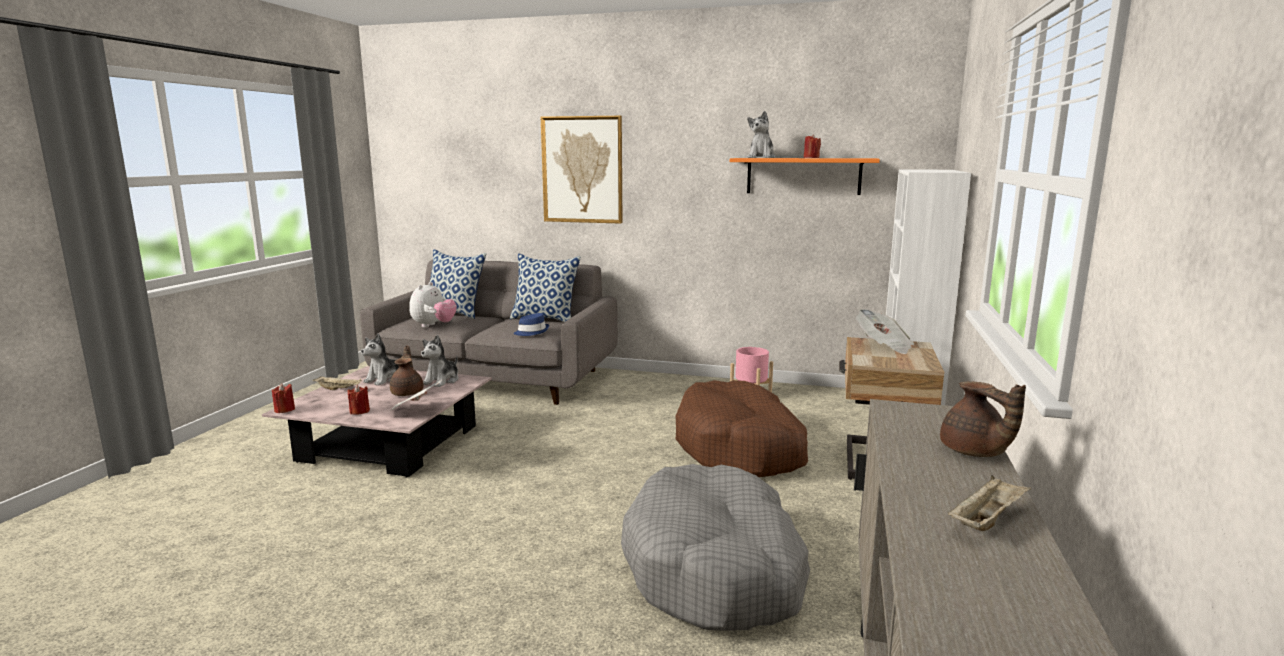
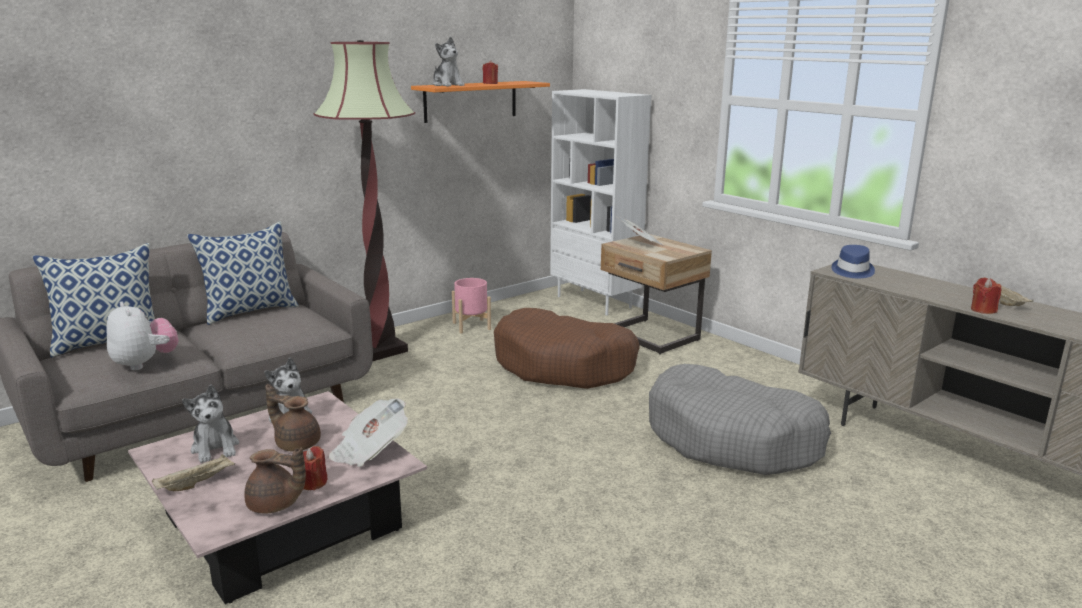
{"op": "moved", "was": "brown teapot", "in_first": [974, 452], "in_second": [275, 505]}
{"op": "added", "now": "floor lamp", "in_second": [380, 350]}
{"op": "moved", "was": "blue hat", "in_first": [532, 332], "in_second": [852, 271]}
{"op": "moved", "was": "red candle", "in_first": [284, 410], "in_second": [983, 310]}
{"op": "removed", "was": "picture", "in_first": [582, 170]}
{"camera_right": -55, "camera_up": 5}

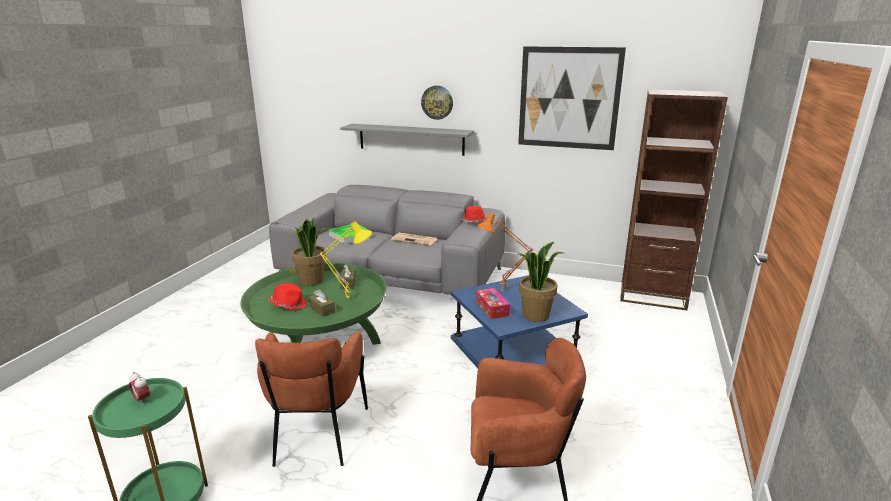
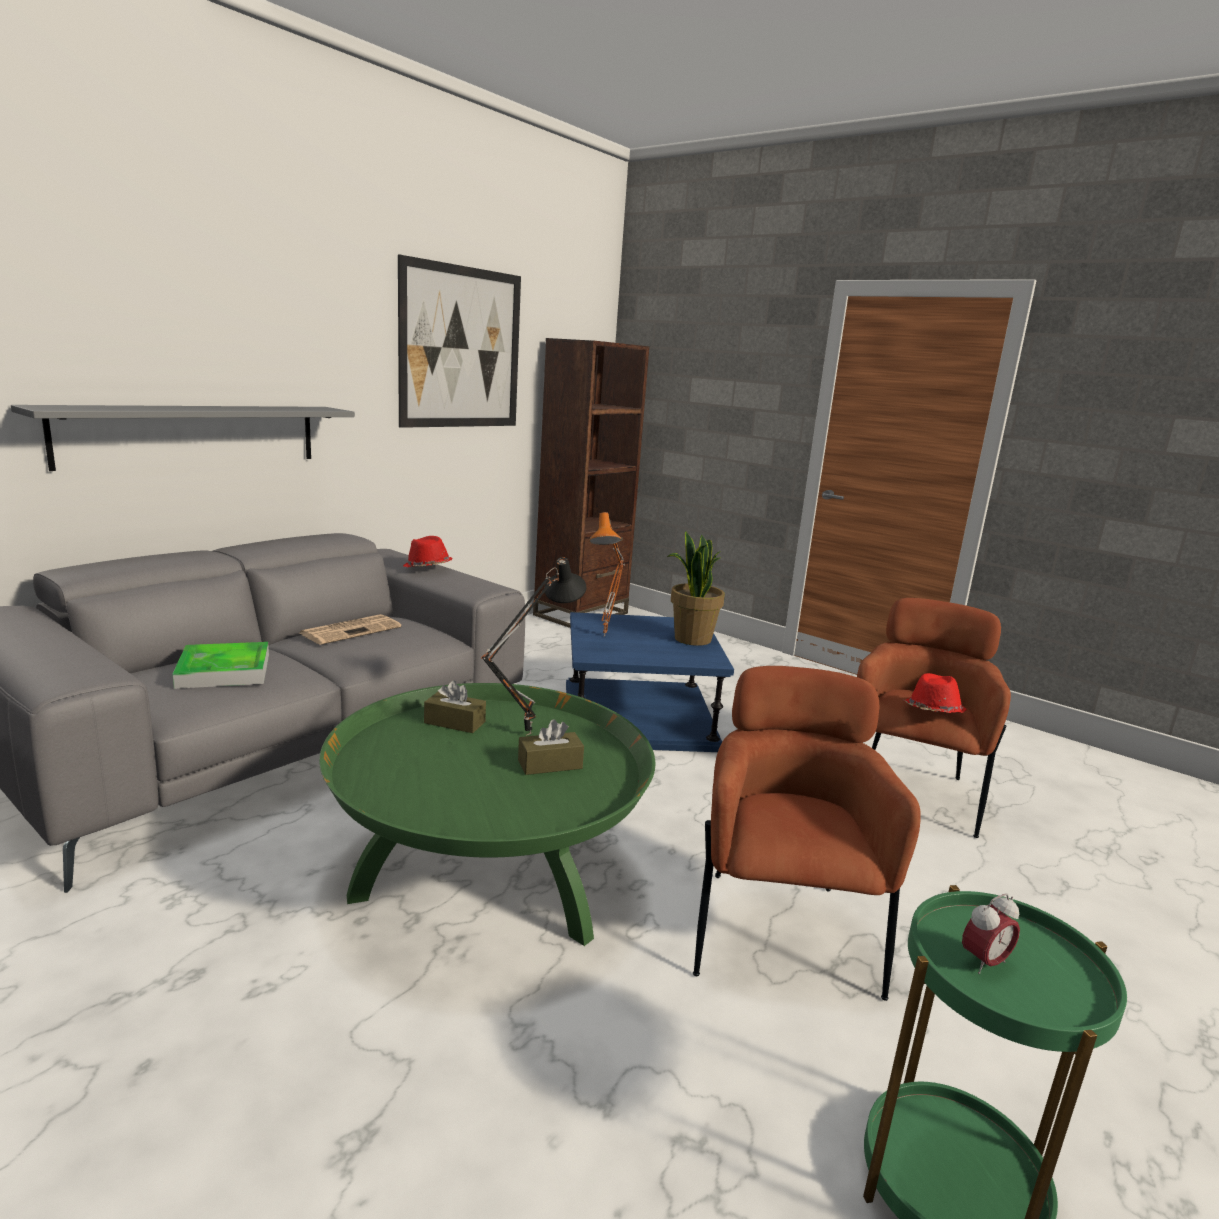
{"op": "recoloured", "was": "yellow table lamp", "now": "black table lamp", "in_first": [349, 298], "in_second": [526, 733]}
{"op": "turned", "was": "brown armchair", "in_first": [316, 435], "in_second": [780, 931], "clockwise": -105}
{"op": "moved", "was": "red hat", "in_first": [288, 304], "in_second": [933, 712]}
{"op": "removed", "was": "potted plant", "in_first": [312, 281]}
{"op": "removed", "was": "wall clock", "in_first": [437, 102]}
{"op": "removed", "was": "tissue box", "in_first": [492, 308]}
{"camera_right": -70, "camera_up": -5}

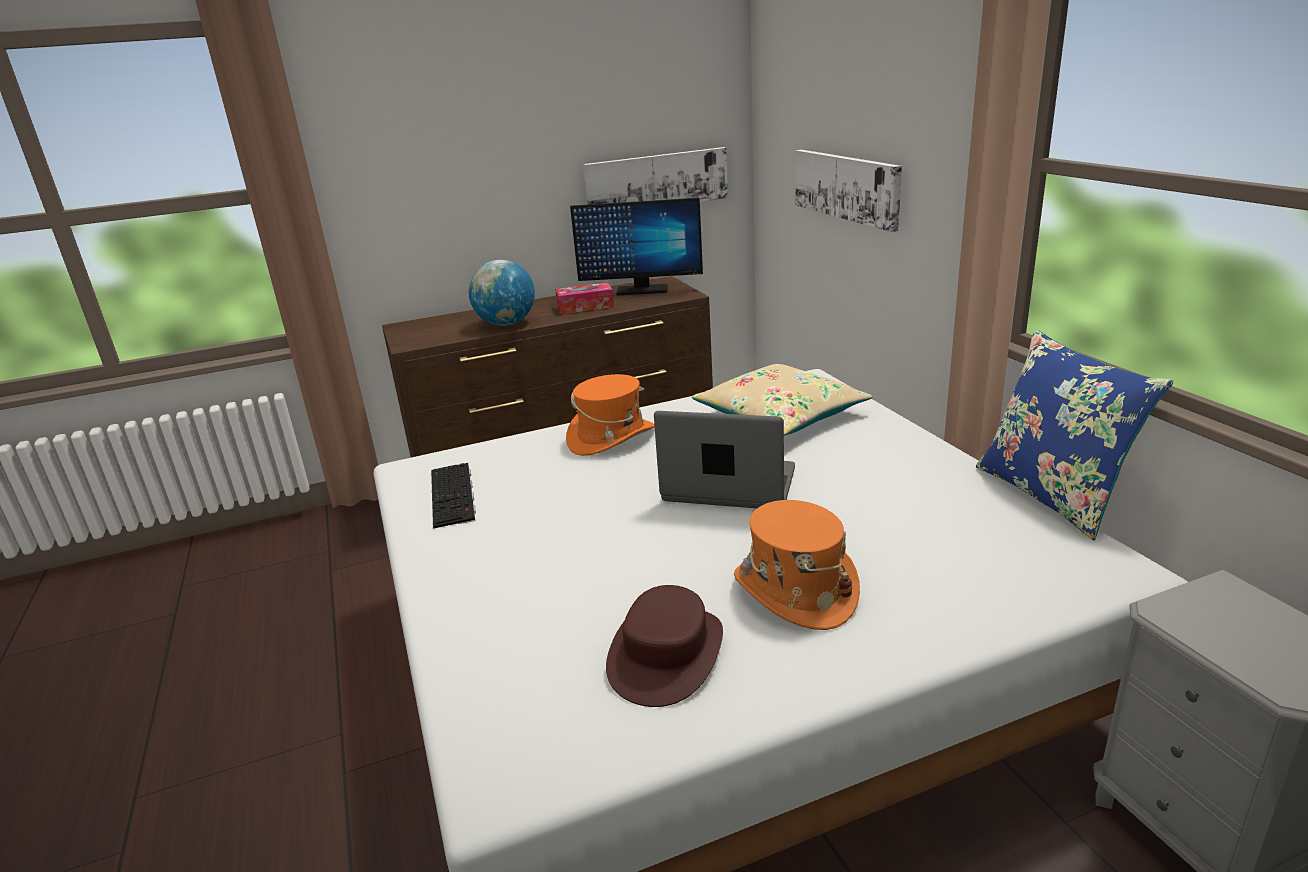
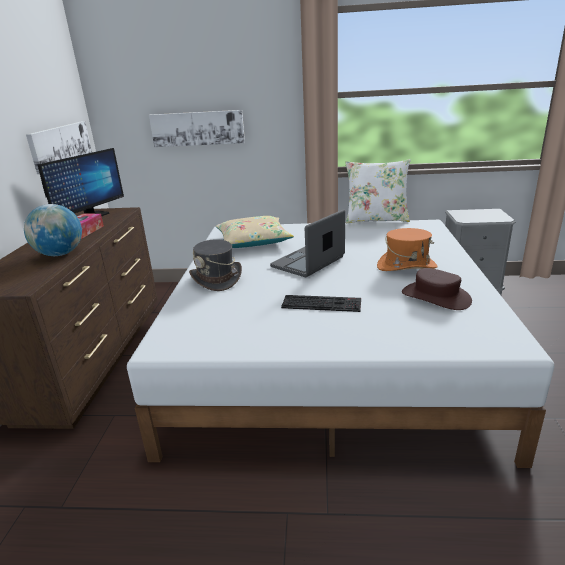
{"op": "recoloured", "was": "orange hat", "now": "grey hat", "in_first": [611, 437], "in_second": [217, 279]}
{"op": "moved", "was": "keyboard", "in_first": [454, 495], "in_second": [322, 303]}
{"op": "recoloured", "was": "blue pillow", "now": "white pillow", "in_first": [1052, 495], "in_second": [376, 219]}
{"camera_right": -65, "camera_up": 0}

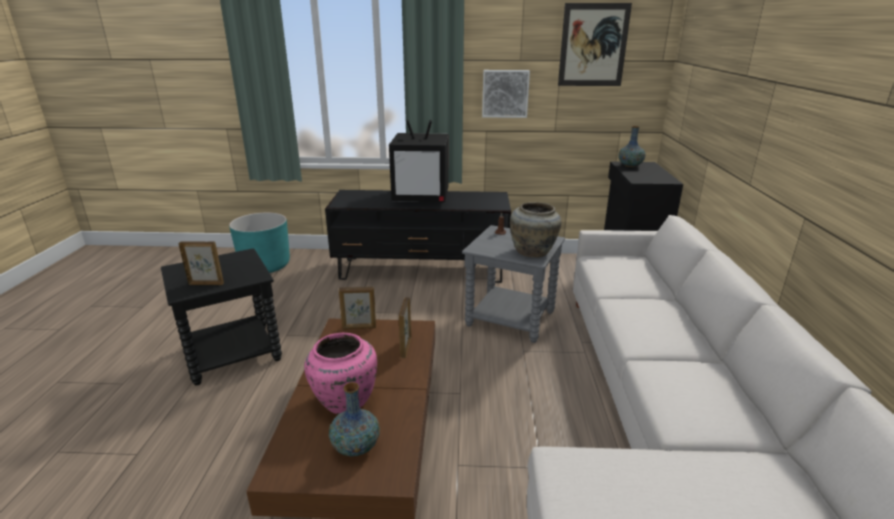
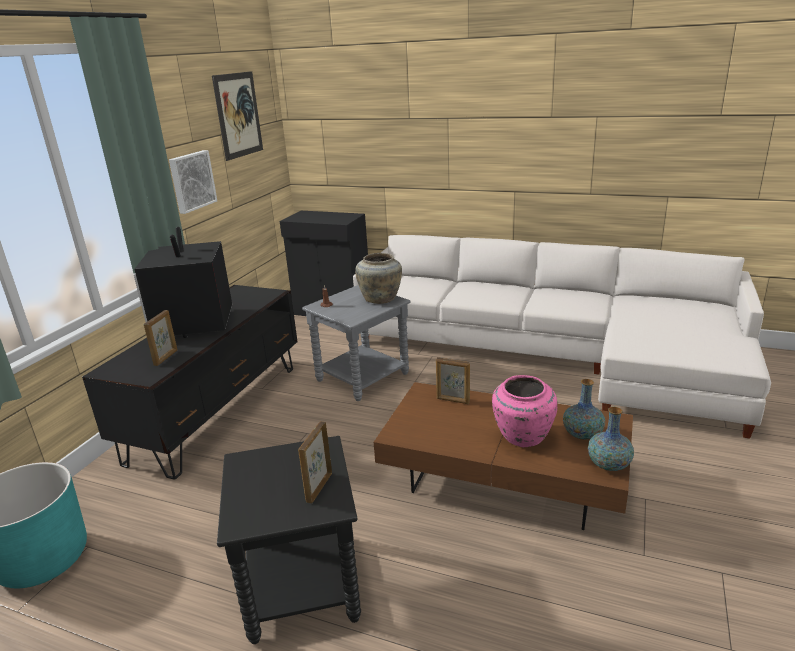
{"op": "turned", "was": "television", "in_first": [422, 197], "in_second": [194, 325], "clockwise": 150}
{"op": "moved", "was": "picture frame", "in_first": [359, 328], "in_second": [166, 358]}
{"op": "moved", "was": "vase", "in_first": [630, 165], "in_second": [608, 465]}
{"camera_right": -70, "camera_up": 0}

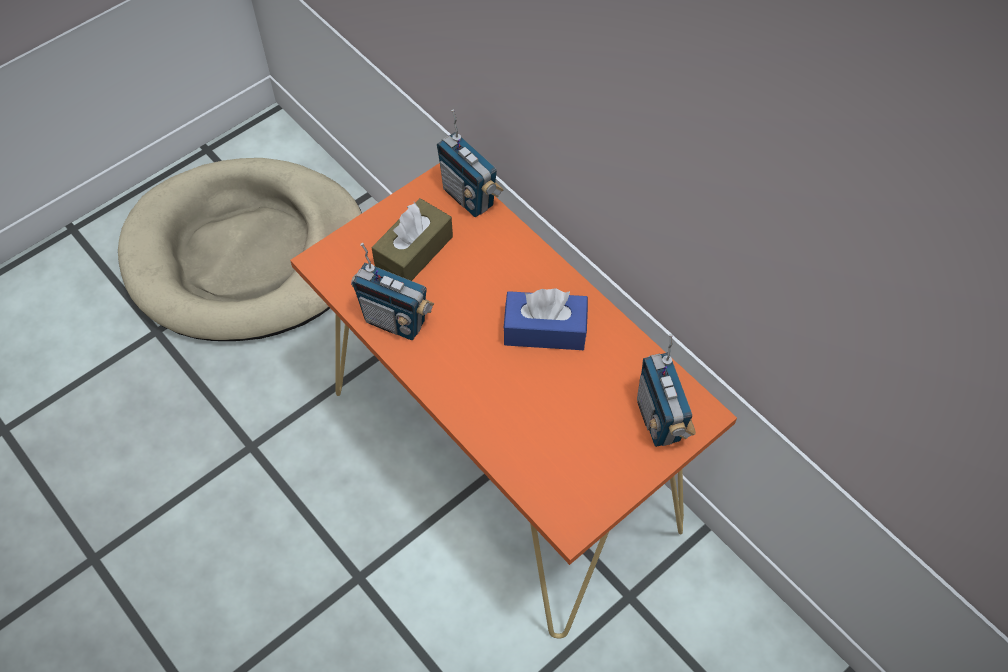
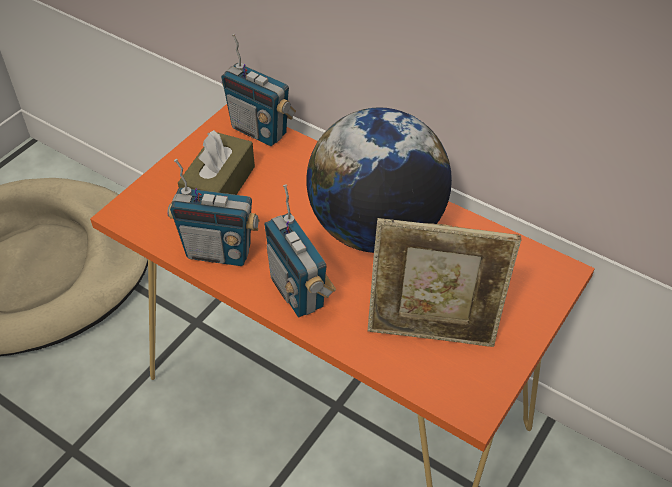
{"op": "moved", "was": "radio", "in_first": [659, 420], "in_second": [298, 292]}
{"op": "replaced", "was": "blue tissue box", "now": "globe", "in_first": [545, 330], "in_second": [375, 229]}
{"op": "added", "now": "picture frame", "in_second": [432, 333]}
{"camera_right": -15, "camera_up": -10}

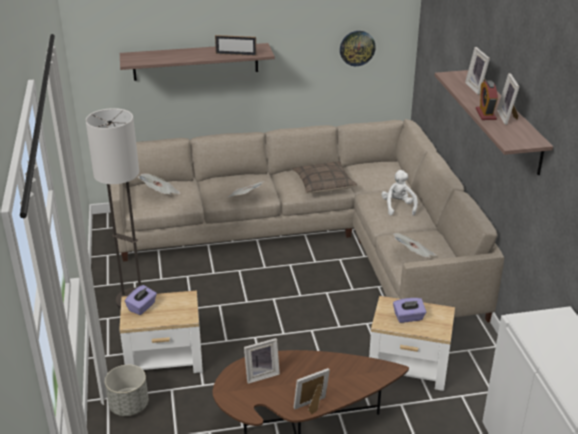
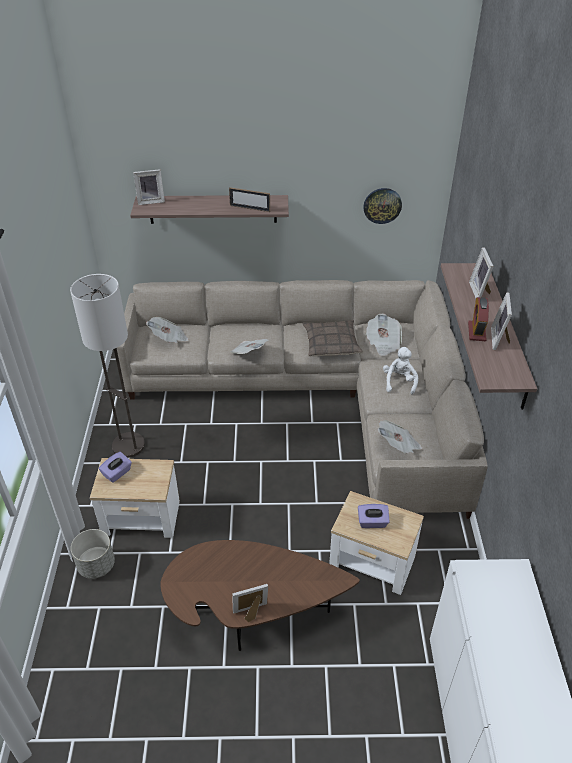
{"op": "moved", "was": "picture frame", "in_first": [261, 374], "in_second": [151, 201]}
{"op": "added", "now": "newspaper", "in_second": [383, 343]}
{"camera_right": 10, "camera_up": 10}

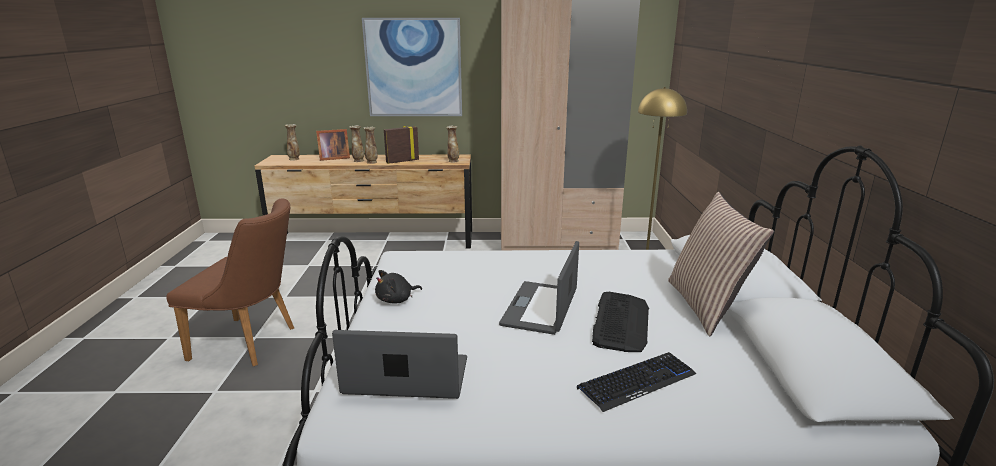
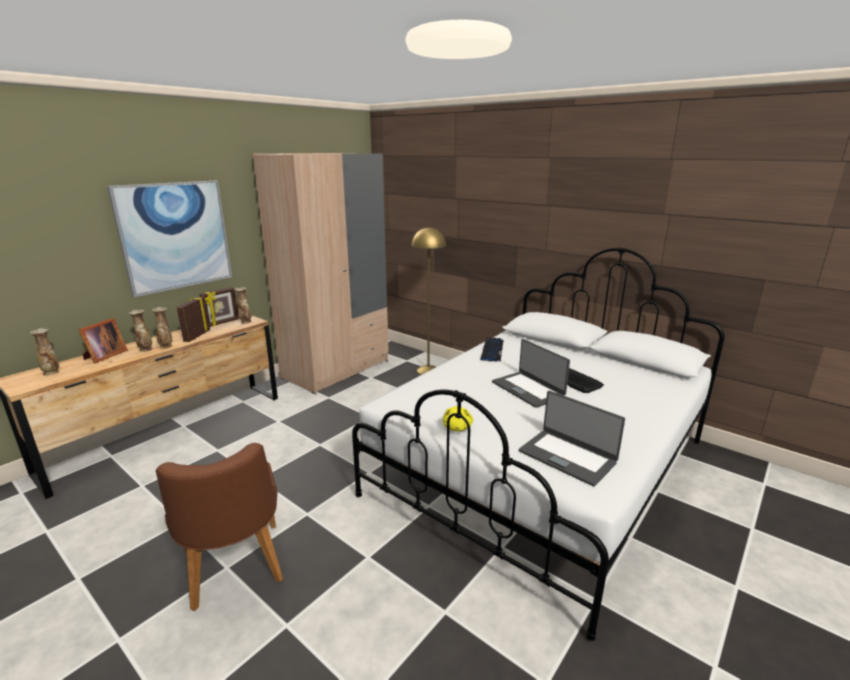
{"op": "turned", "was": "brown chair", "in_first": [252, 343], "in_second": [235, 572], "clockwise": 105}
{"op": "added", "now": "picture frame", "in_second": [222, 323]}
{"op": "recoloured", "was": "black plush toy", "now": "yellow plush toy", "in_first": [396, 300], "in_second": [457, 427]}
{"op": "moved", "was": "keyboard", "in_first": [637, 382], "in_second": [492, 350]}
{"op": "turned", "was": "laptop", "in_first": [406, 378], "in_second": [567, 456], "clockwise": -90}
{"op": "removed", "was": "pillow", "in_first": [706, 306]}
{"camera_right": -50, "camera_up": 0}

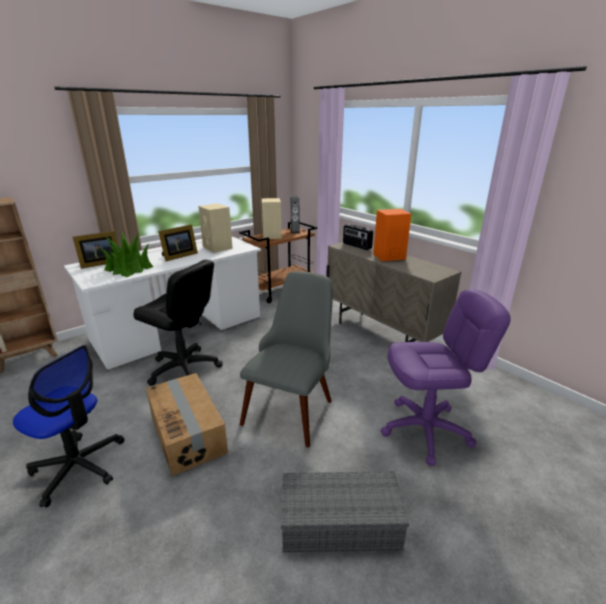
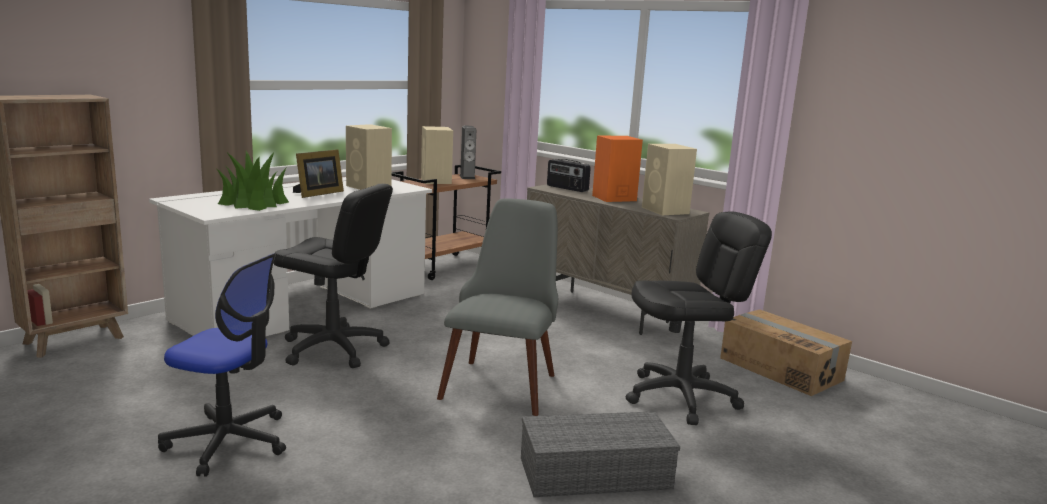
{"op": "recoloured", "was": "purple office chair", "now": "black office chair", "in_first": [425, 430], "in_second": [681, 397]}
{"op": "added", "now": "beige speaker", "in_second": [666, 211]}
{"op": "moved", "was": "cardboard box", "in_first": [188, 433], "in_second": [781, 369]}
{"op": "removed", "was": "picture frame", "in_first": [99, 264]}
{"camera_right": -10, "camera_up": -10}

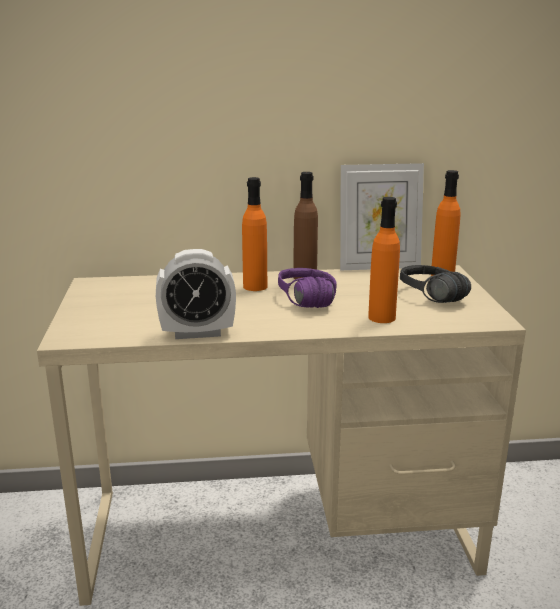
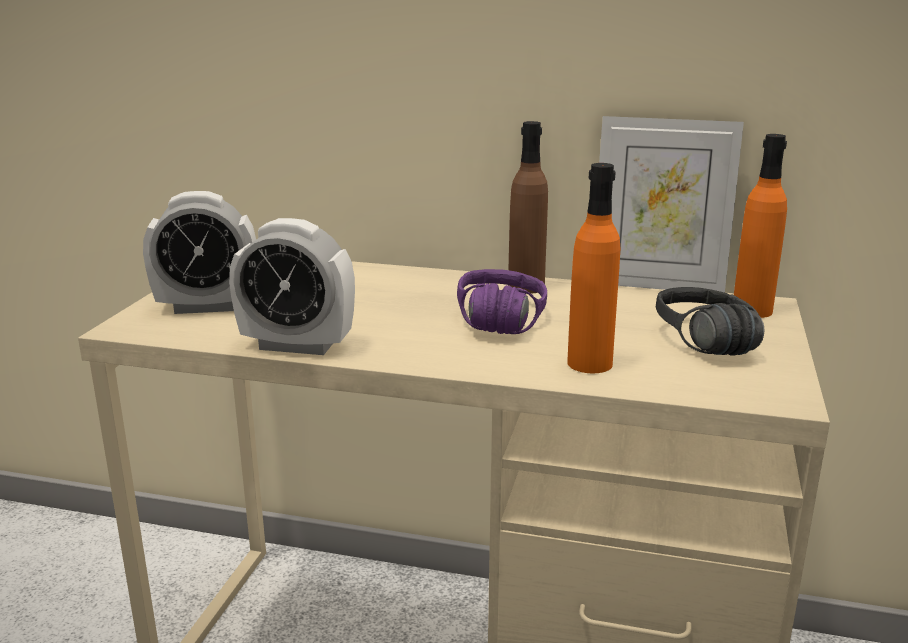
{"op": "added", "now": "alarm clock", "in_second": [207, 306]}
{"op": "removed", "was": "orange bottle", "in_first": [255, 286]}
{"camera_right": 20, "camera_up": 0}

